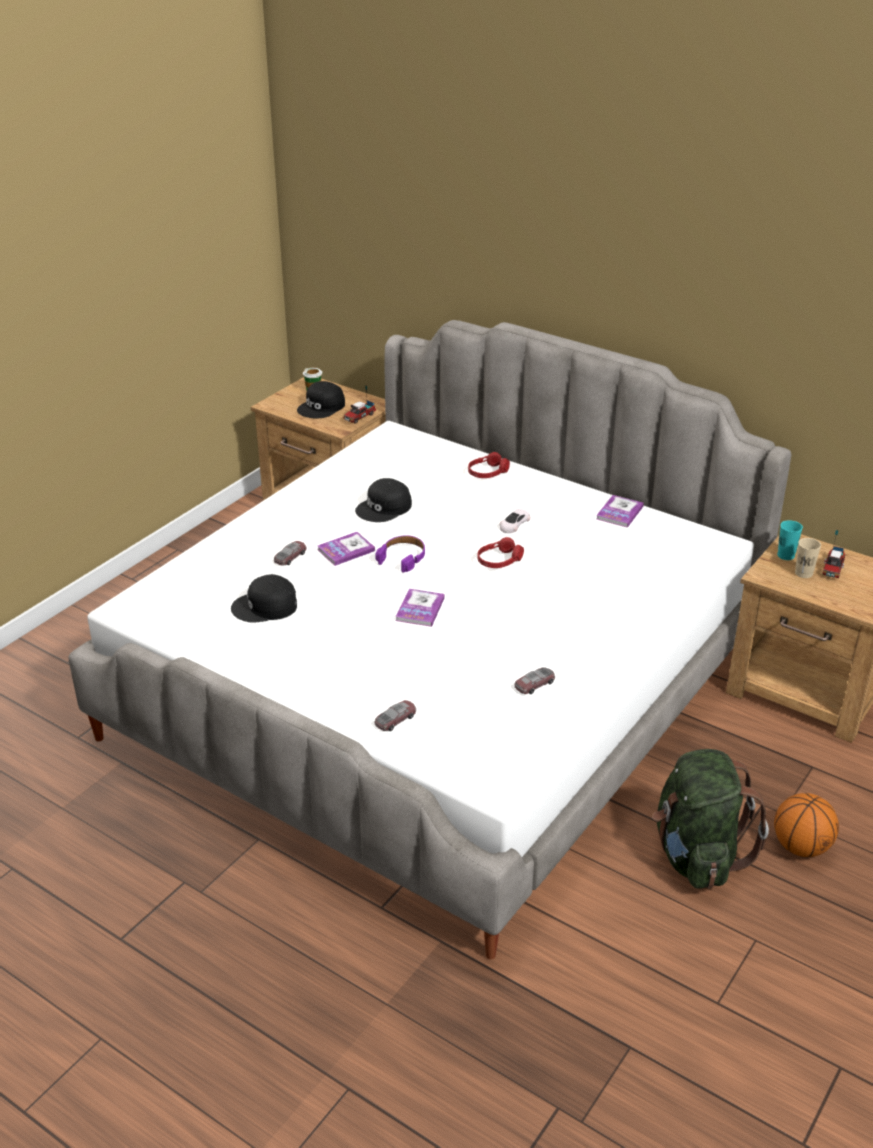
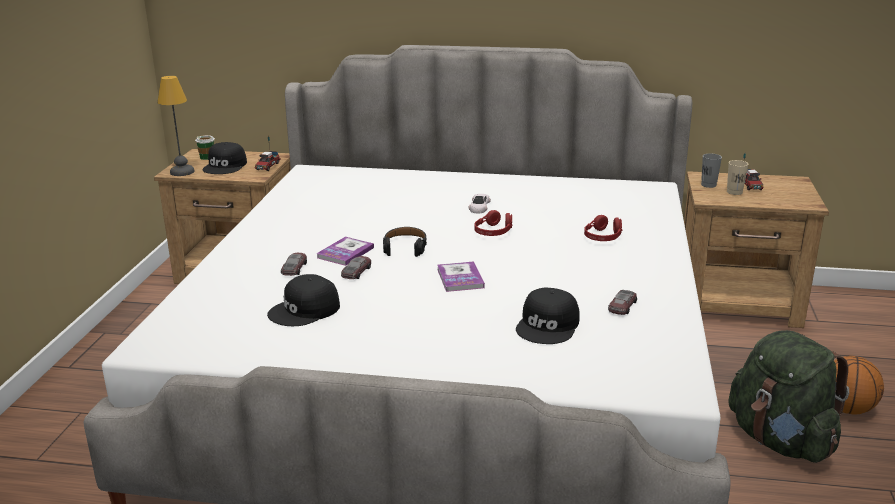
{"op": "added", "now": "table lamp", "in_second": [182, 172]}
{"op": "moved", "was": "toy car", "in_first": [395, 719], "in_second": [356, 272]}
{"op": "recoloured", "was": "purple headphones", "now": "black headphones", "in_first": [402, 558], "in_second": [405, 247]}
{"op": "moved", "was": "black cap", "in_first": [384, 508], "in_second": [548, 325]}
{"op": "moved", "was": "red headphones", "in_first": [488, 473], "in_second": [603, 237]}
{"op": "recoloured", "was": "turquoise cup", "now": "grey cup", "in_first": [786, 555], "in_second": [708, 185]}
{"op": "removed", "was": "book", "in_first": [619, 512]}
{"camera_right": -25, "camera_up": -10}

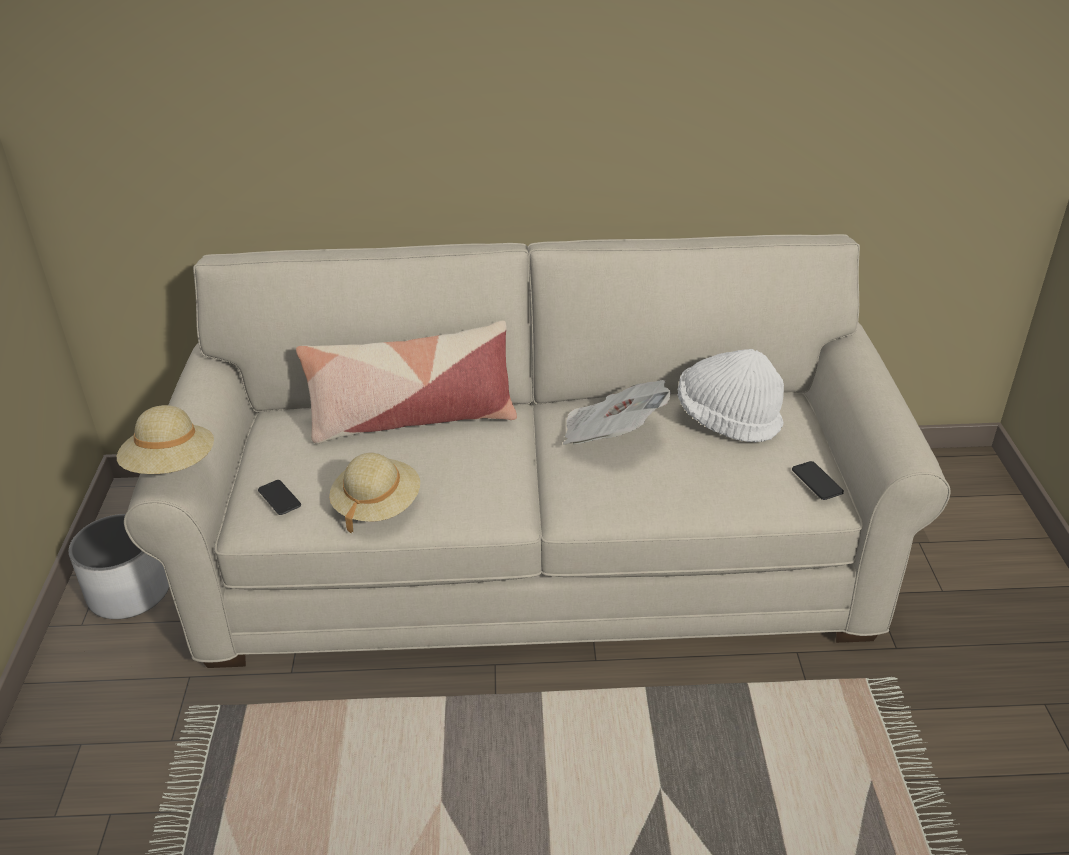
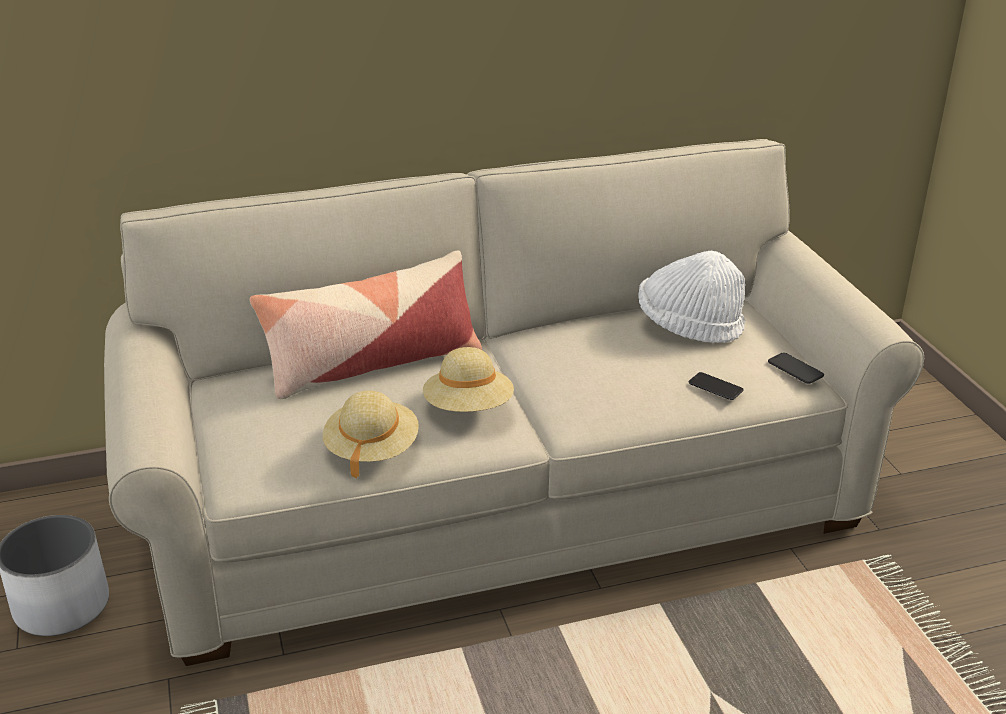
{"op": "moved", "was": "beige hat", "in_first": [171, 466], "in_second": [469, 408]}
{"op": "moved", "was": "phone", "in_first": [279, 498], "in_second": [715, 387]}
{"op": "removed", "was": "newspaper", "in_first": [611, 436]}
{"camera_right": -15, "camera_up": -5}

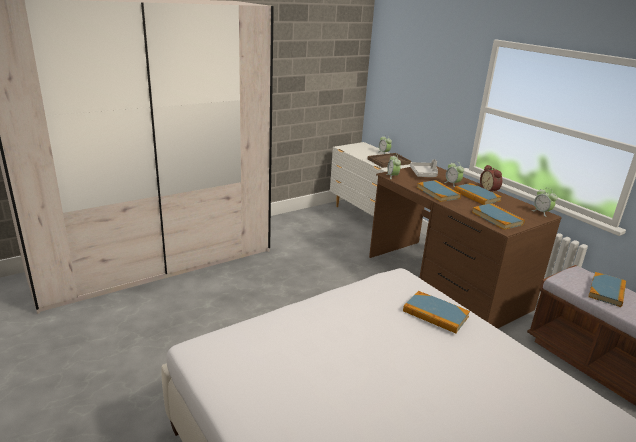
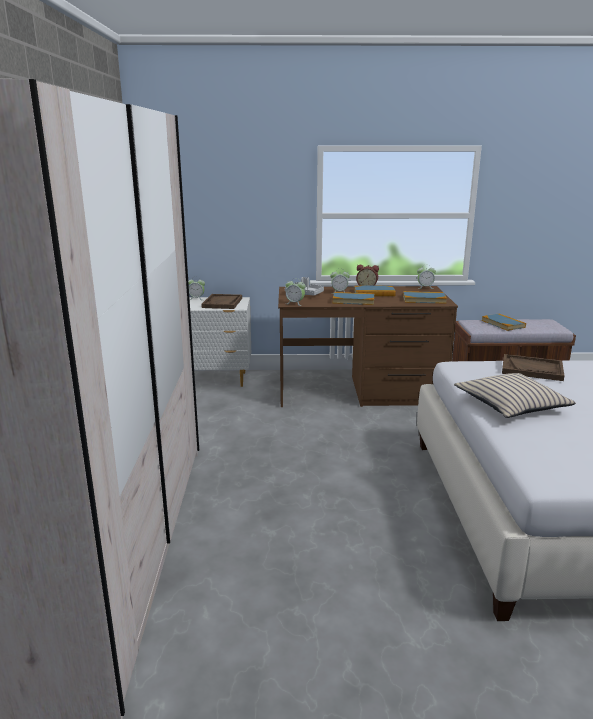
{"op": "added", "now": "beige pillow", "in_second": [511, 405]}
{"op": "replaced", "was": "book", "now": "brown tray", "in_first": [435, 314], "in_second": [532, 369]}
{"camera_right": -55, "camera_up": -5}

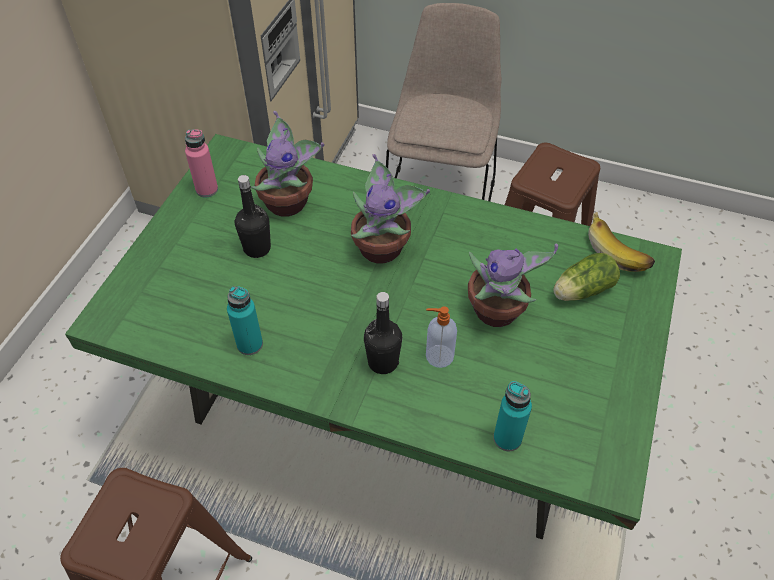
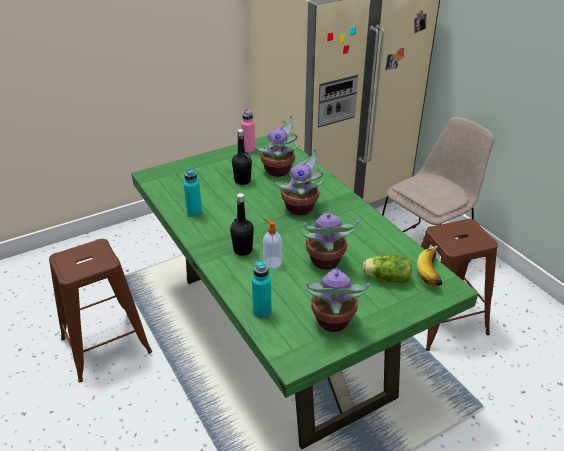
{"op": "added", "now": "potted plant", "in_second": [332, 322]}
{"camera_right": 40, "camera_up": -15}

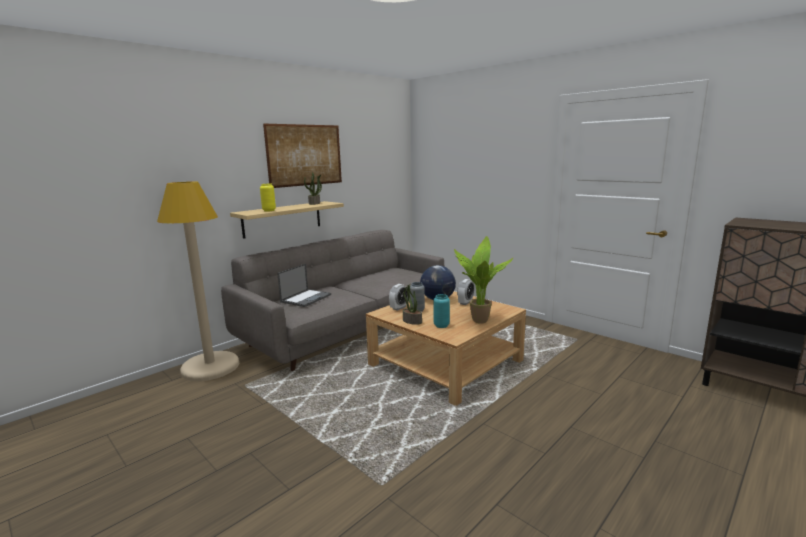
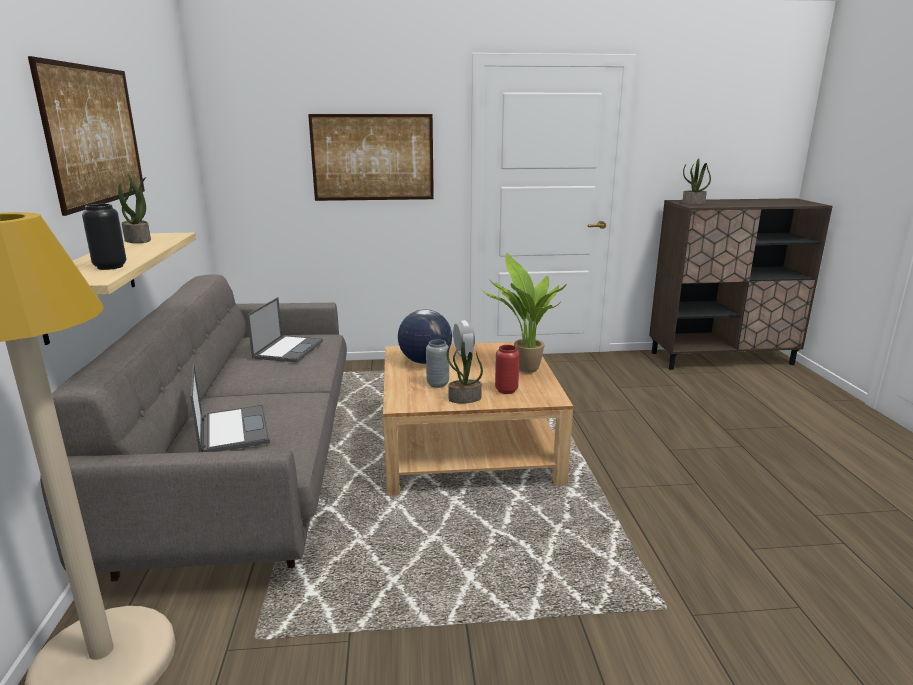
{"op": "recoloured", "was": "yellow vase", "now": "black vase", "in_first": [269, 210], "in_second": [110, 267]}
{"op": "added", "now": "laptop", "in_second": [288, 349]}
{"op": "added", "now": "picture", "in_second": [372, 157]}
{"op": "recoloured", "was": "turquoise vase", "now": "red vase", "in_first": [441, 325], "in_second": [506, 390]}
{"op": "added", "now": "potted plant", "in_second": [693, 203]}
{"op": "removed", "was": "alarm clock", "in_first": [399, 308]}
{"camera_right": -50, "camera_up": 5}

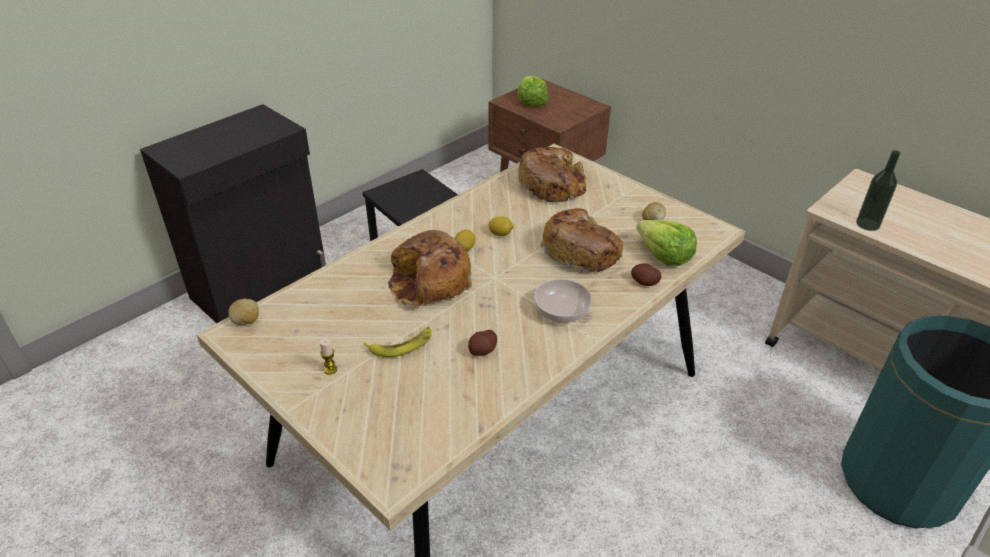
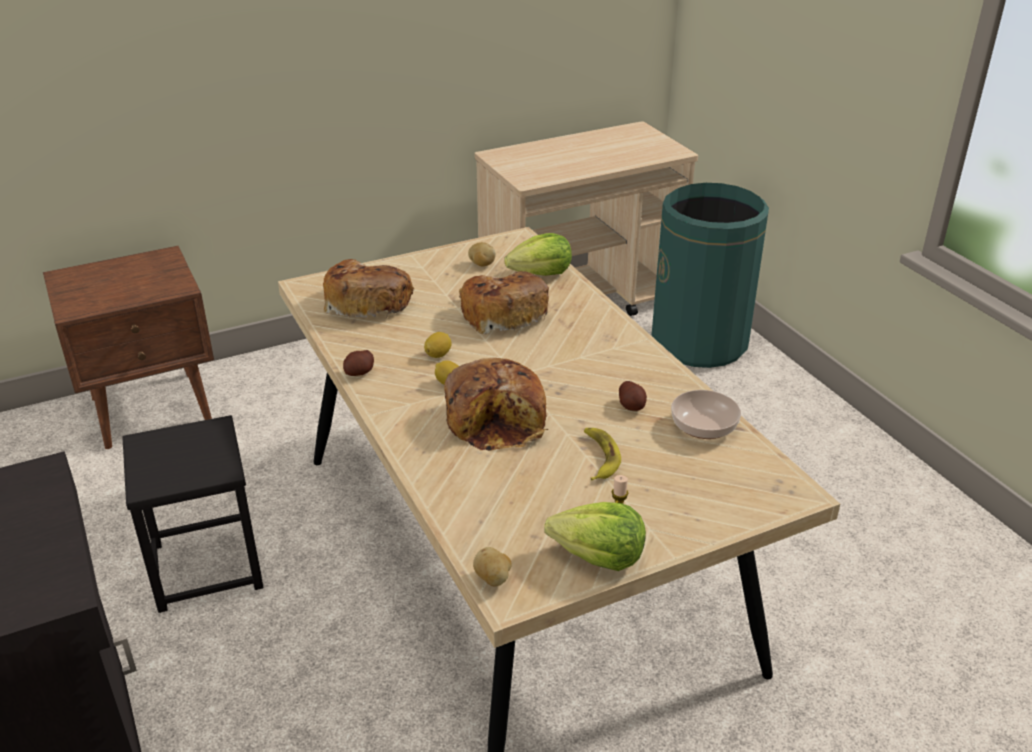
{"op": "moved", "was": "potato", "in_first": [644, 282], "in_second": [359, 372]}
{"op": "moved", "was": "lettuce", "in_first": [531, 102], "in_second": [599, 556]}
{"op": "moved", "was": "bowl", "in_first": [560, 311], "in_second": [704, 427]}
{"op": "removed", "was": "bottle", "in_first": [867, 224]}
{"camera_right": -70, "camera_up": -5}

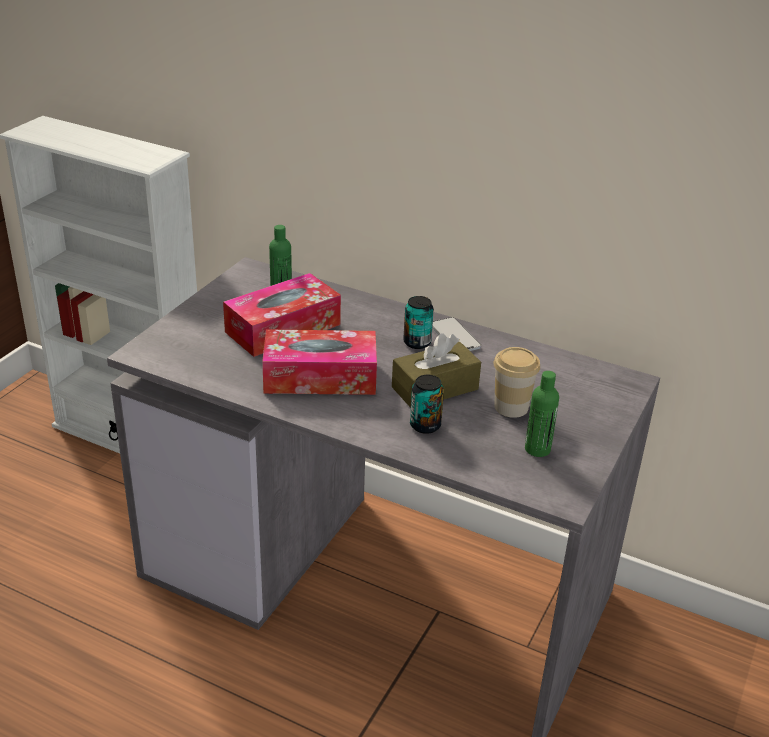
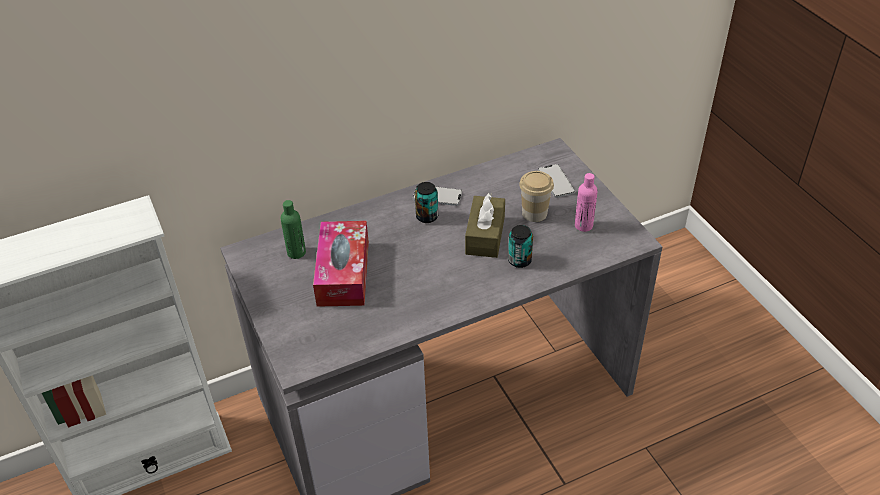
{"op": "added", "now": "phone", "in_second": [556, 181]}
{"op": "recoloured", "was": "green bottle", "now": "pink bottle", "in_first": [537, 449], "in_second": [583, 225]}
{"op": "removed", "was": "tissue box", "in_first": [320, 377]}
{"camera_right": -50, "camera_up": 10}

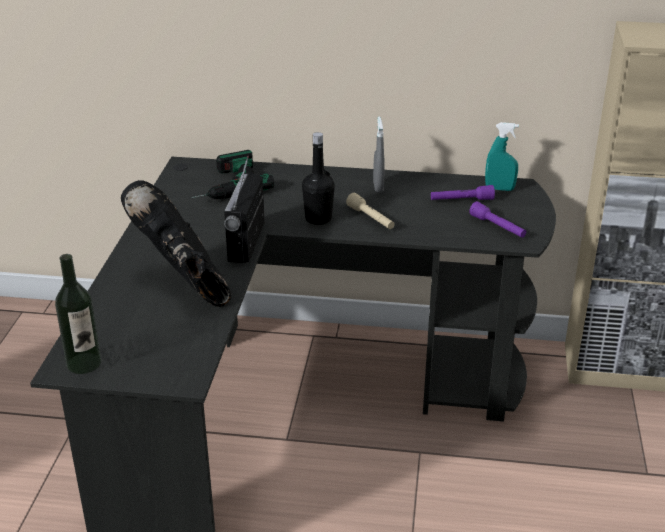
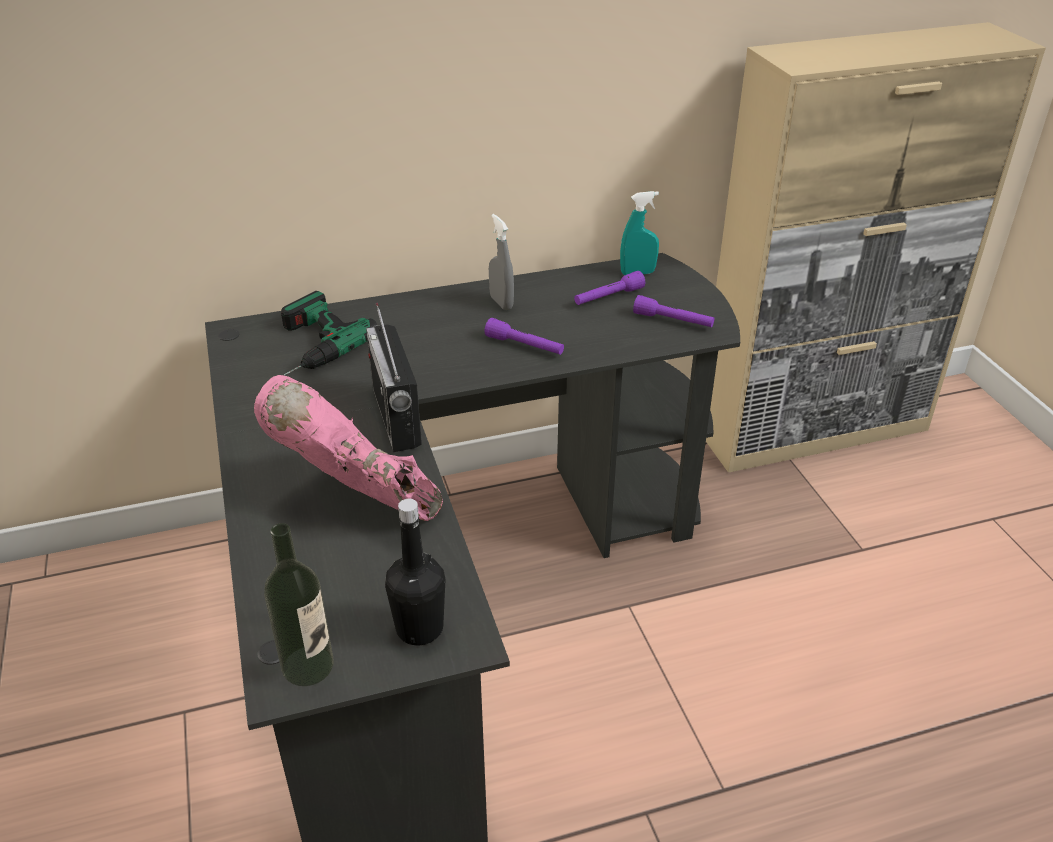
{"op": "recoloured", "was": "black boot", "now": "pink boot", "in_first": [184, 284], "in_second": [359, 500]}
{"op": "moved", "was": "black bottle", "in_first": [318, 219], "in_second": [419, 628]}
{"op": "recoloured", "was": "beige flashlight", "now": "purple flashlight", "in_first": [371, 218], "in_second": [524, 346]}
{"camera_right": -25, "camera_up": 5}

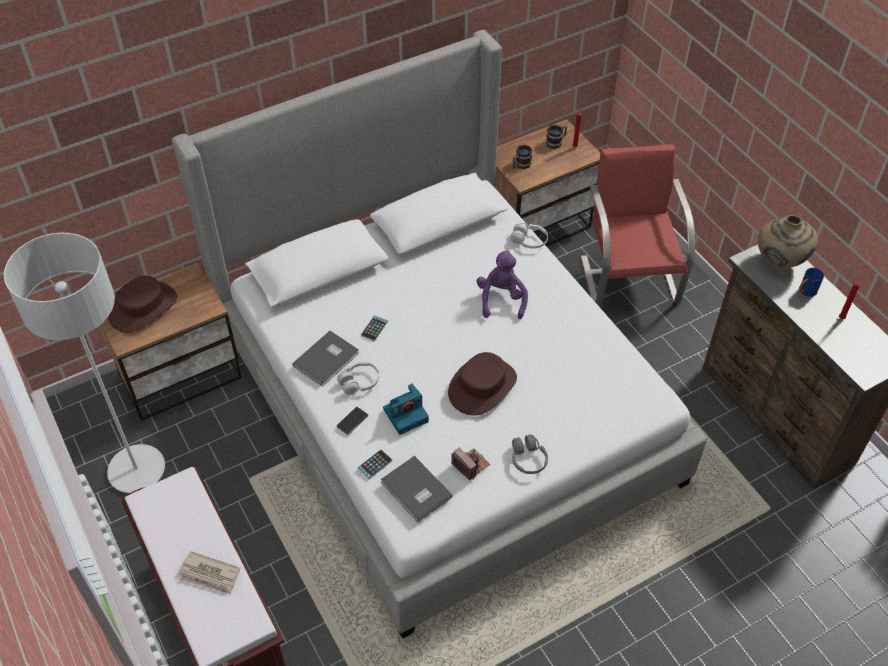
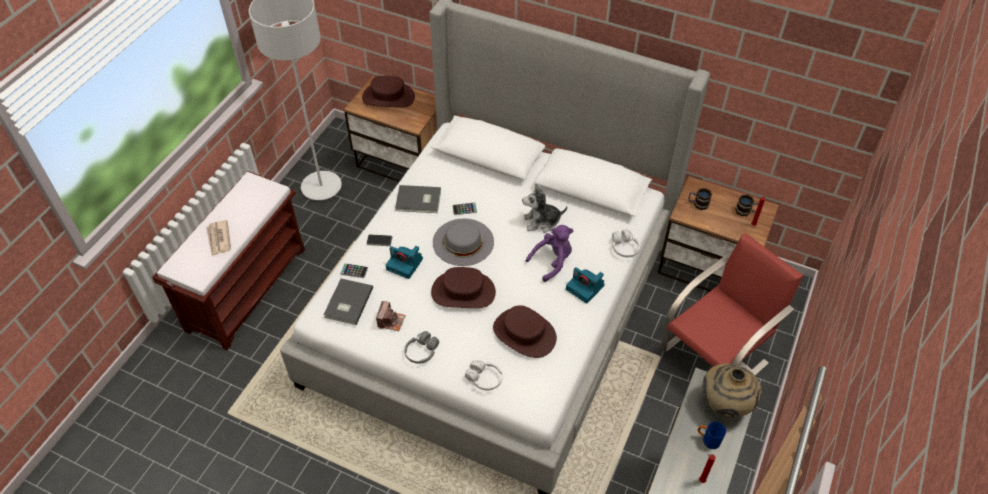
{"op": "added", "now": "grey hat", "in_second": [463, 242]}
{"op": "moved", "was": "white headphones", "in_first": [359, 382], "in_second": [484, 379]}
{"op": "added", "now": "brown hat", "in_second": [524, 334]}
{"op": "added", "now": "plush toy", "in_second": [542, 222]}
{"op": "added", "now": "photo camera", "in_second": [586, 287]}
{"camera_right": 55, "camera_up": 0}

